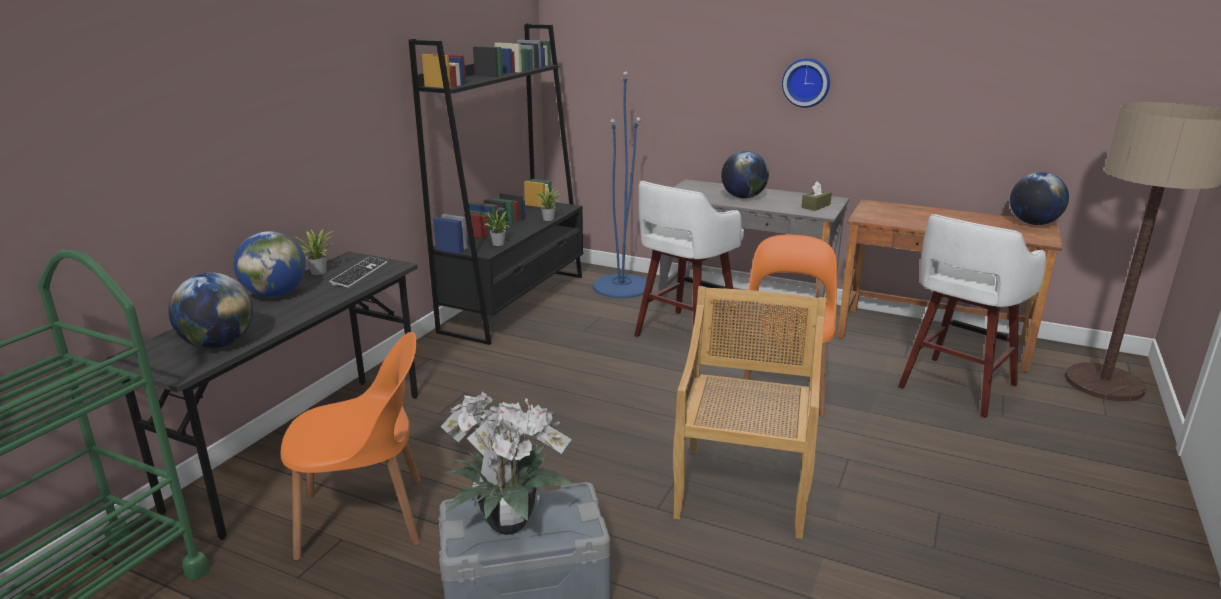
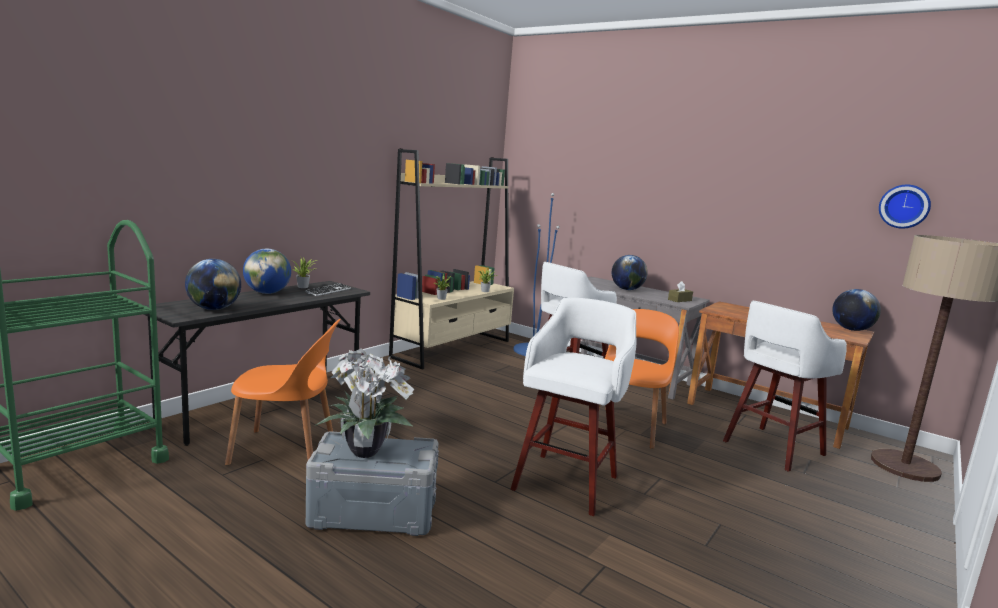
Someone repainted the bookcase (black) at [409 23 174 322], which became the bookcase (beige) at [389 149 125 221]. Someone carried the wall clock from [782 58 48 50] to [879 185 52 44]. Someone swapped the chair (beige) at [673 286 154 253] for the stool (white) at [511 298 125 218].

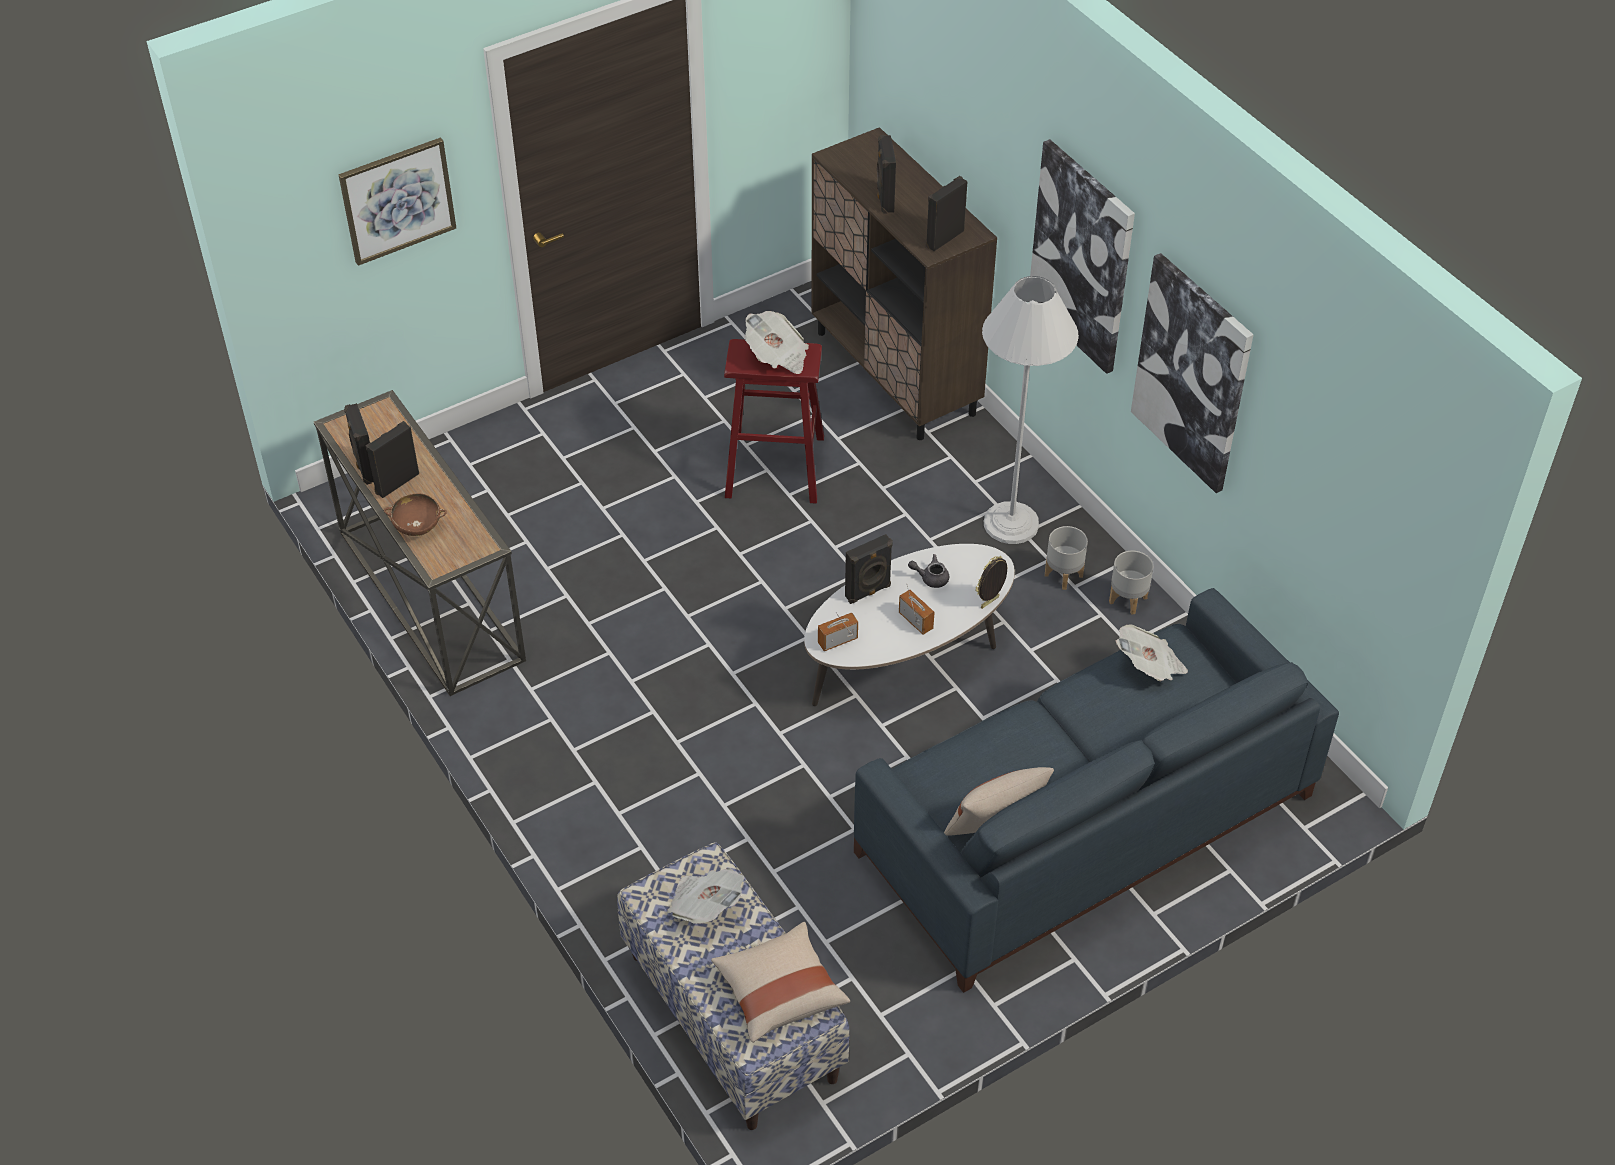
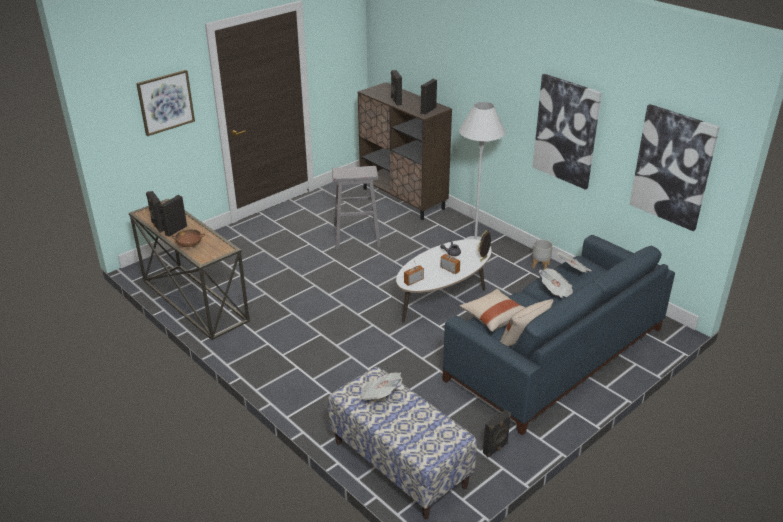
Someone carried the picture from [1030 139 105 235] to [630 104 90 127]. Someone carried the newspaper from [744 311 65 63] to [539 268 34 30]. Someone repainted the stool (red) at [724 339 100 165], which became the stool (grey) at [332 166 49 83]. Someone took away the planter (grey) at [1045 526 43 64]. Someone carried the speaker (black) from [845 534 48 70] to [483 410 28 47]. Someone carried the pillow (beige) from [711 922 139 121] to [459 289 66 43].

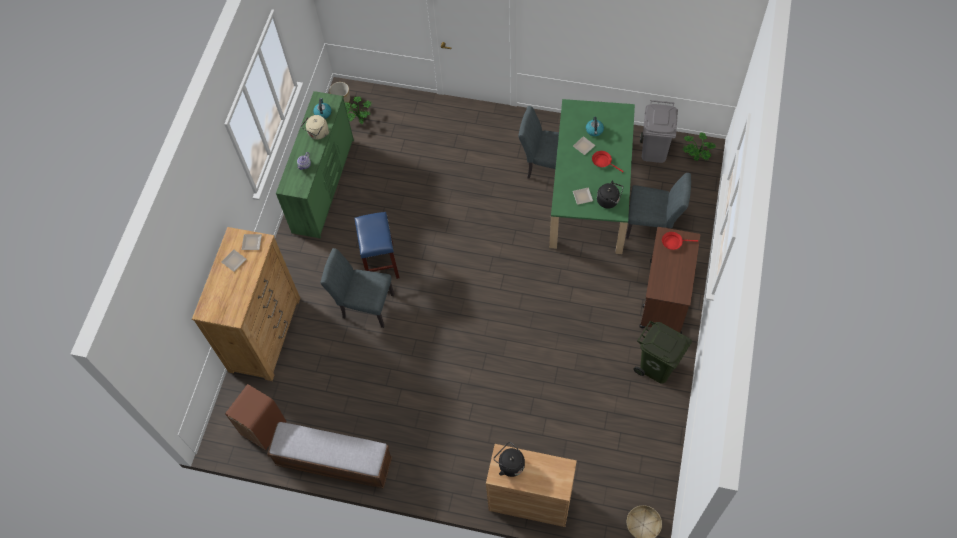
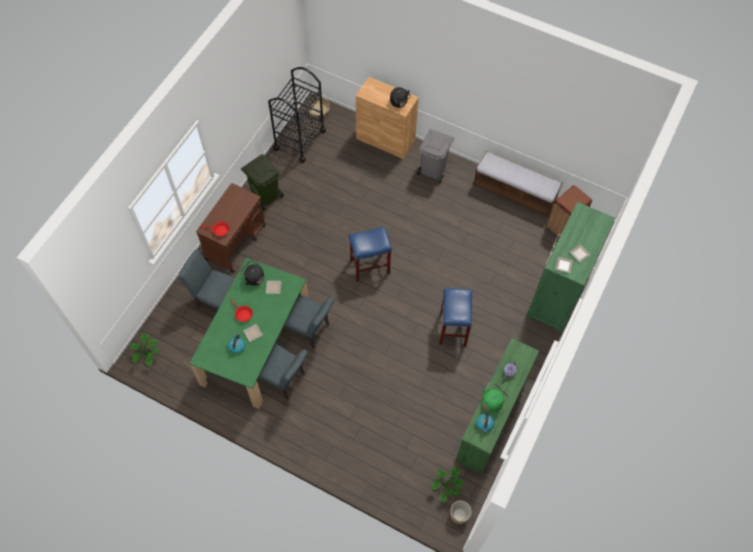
Someone carried the trash can (grey) from [640 100 38 63] to [417 129 37 54]. Someone repainted the kettle (beige) at [301 115 28 25], which became the kettle (green) at [482 384 27 28]. Someone repainted the dresser (brown) at [192 227 108 154], which became the dresser (green) at [526 202 89 131]. Someone carried the chair (grey) from [321 248 73 80] to [281 293 54 56]. Someone put down the cart (black) at [268 67 58 96]. Someone put down the stool (blue) at [349 226 43 56].

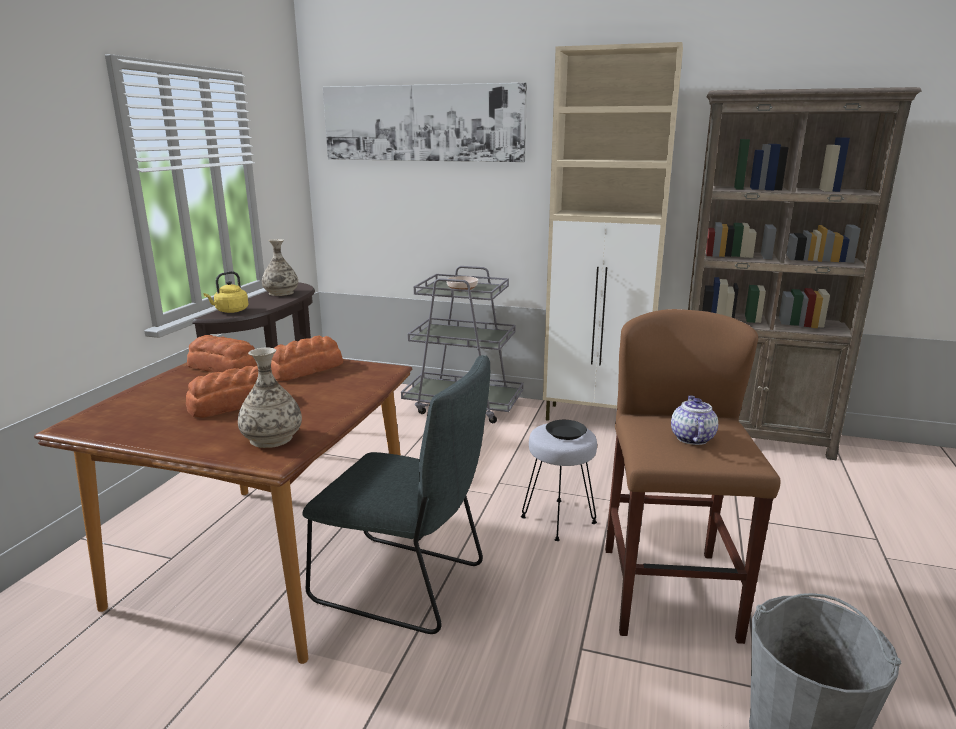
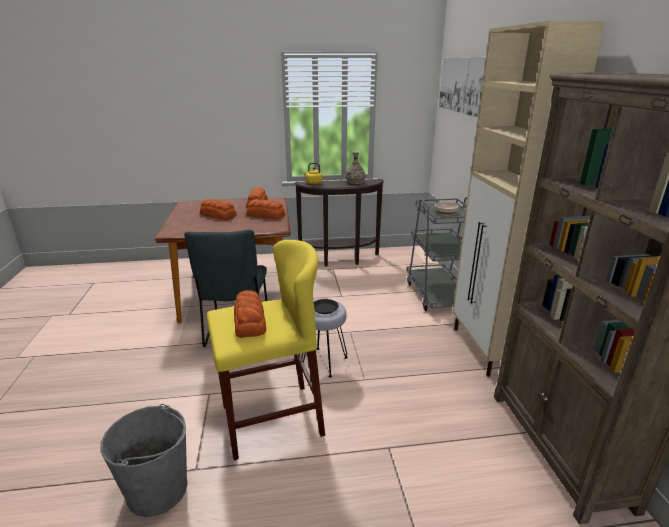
Someone repainted the stool (brown) at [605 309 176 335], which became the stool (yellow) at [207 240 118 220]. Someone took away the vase at [238 347 64 101]. Someone swapped the teapot at [671 395 47 50] for the bread at [234 290 32 48].

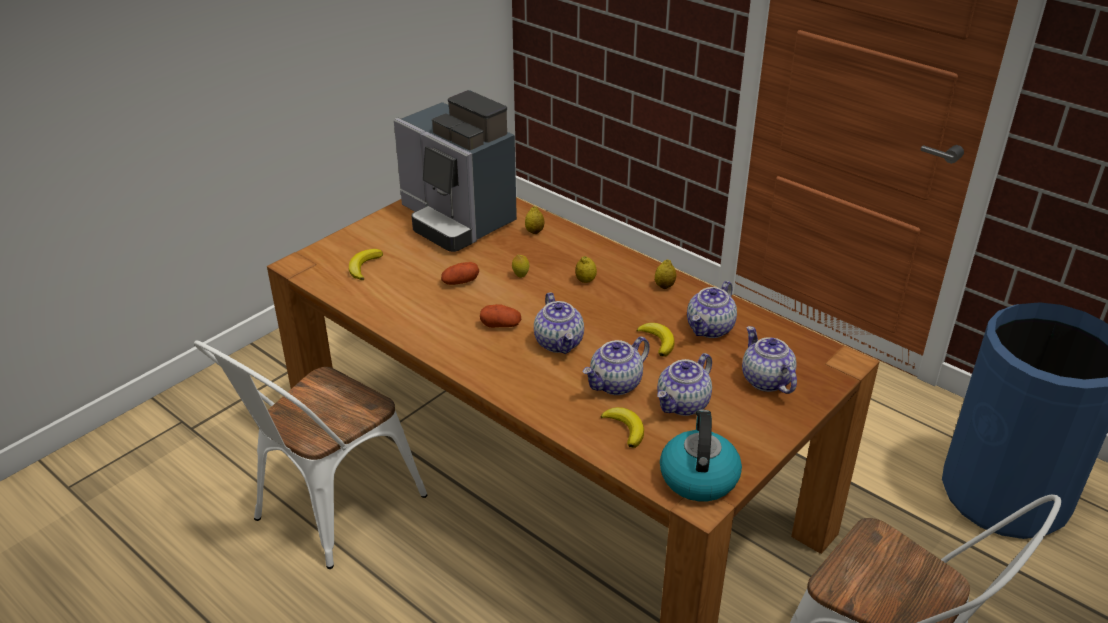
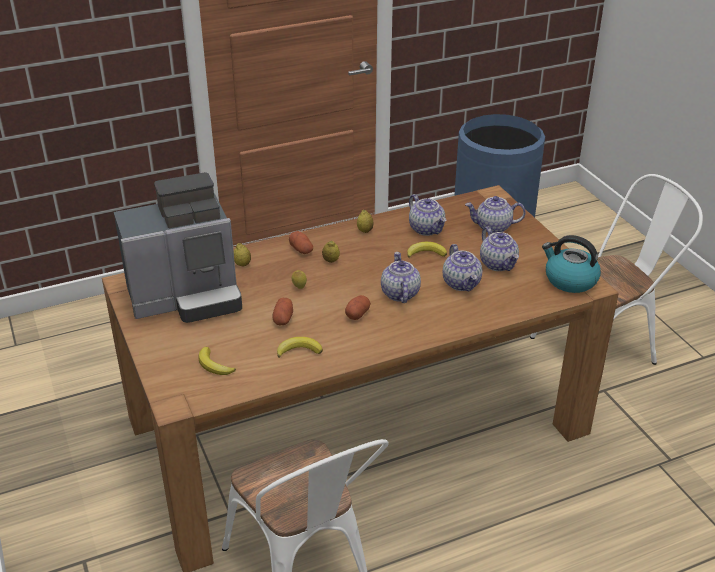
Someone rotated the teapot at [534 292 50 62] by 105 degrees counterclockwise. Someone carried the banana from [601 407 43 41] to [277 337 46 21]. Someone put down the potato at [289 231 24 23].

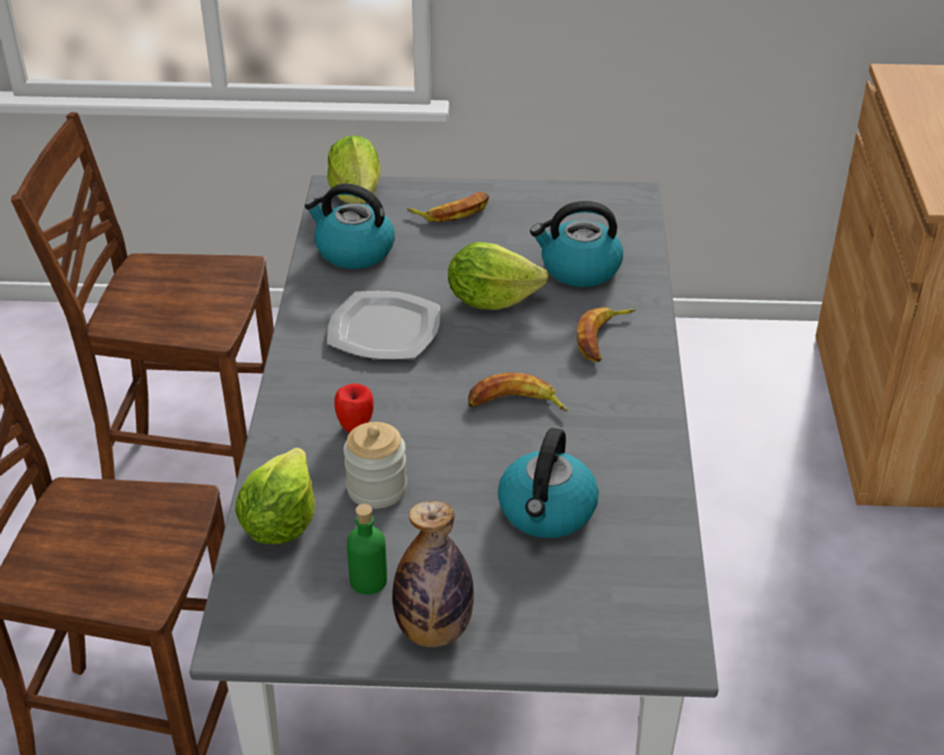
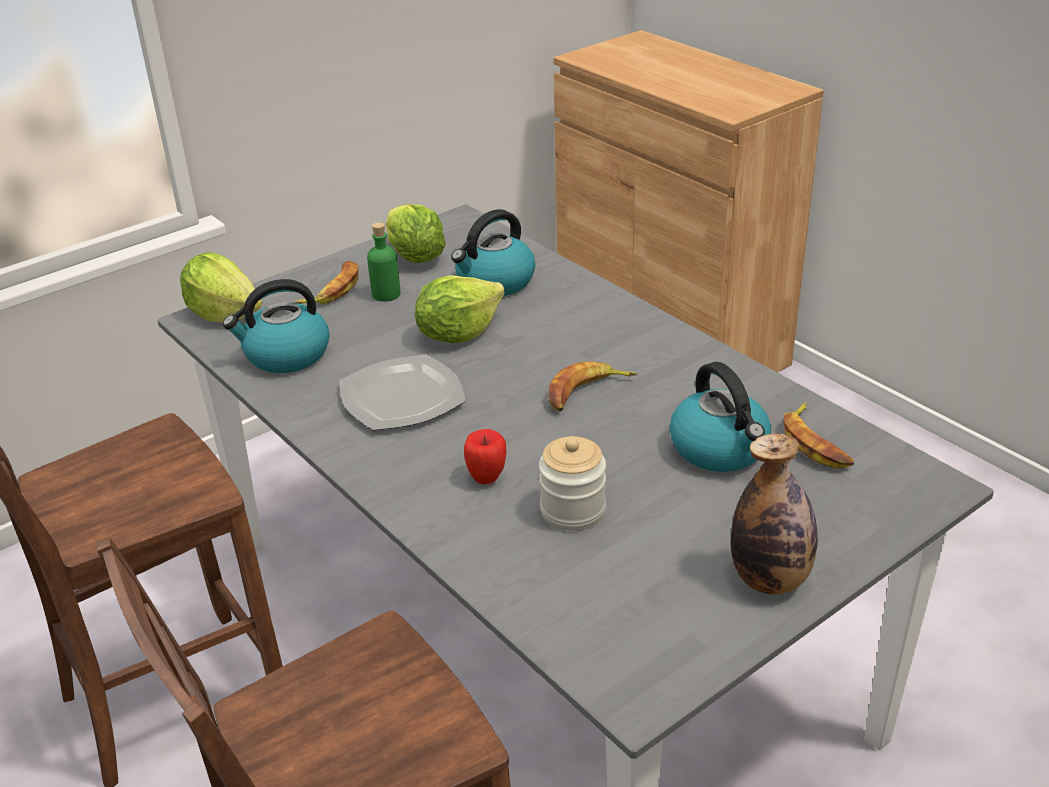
Someone carried the banana from [577 307 58 55] to [783 402 71 67]. Someone carried the lettuce from [235 448 80 96] to [385 204 61 59]. Someone carried the bottle (green) from [347 504 40 91] to [367 222 34 80].

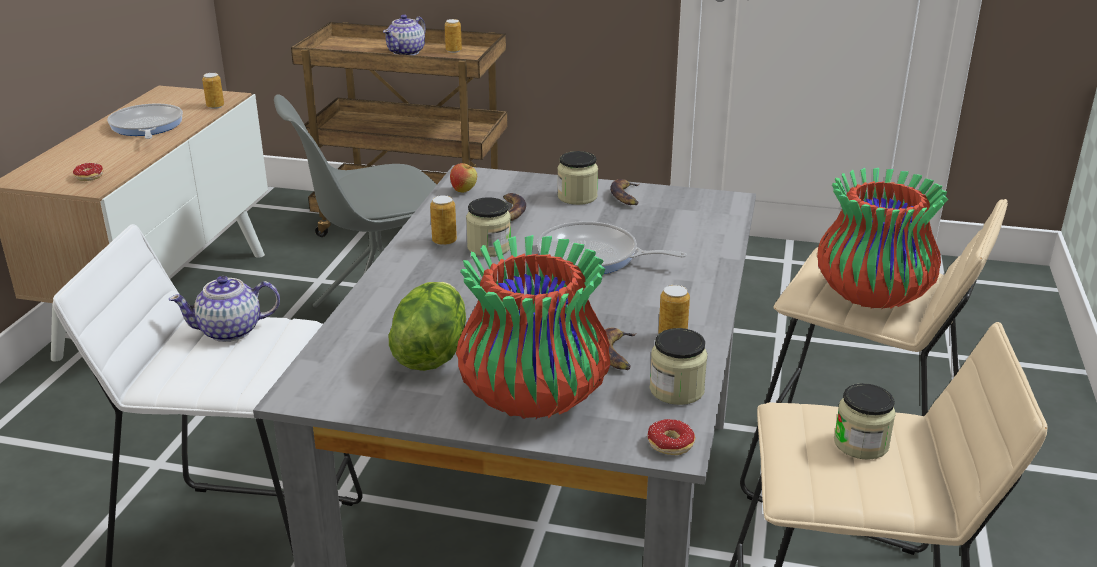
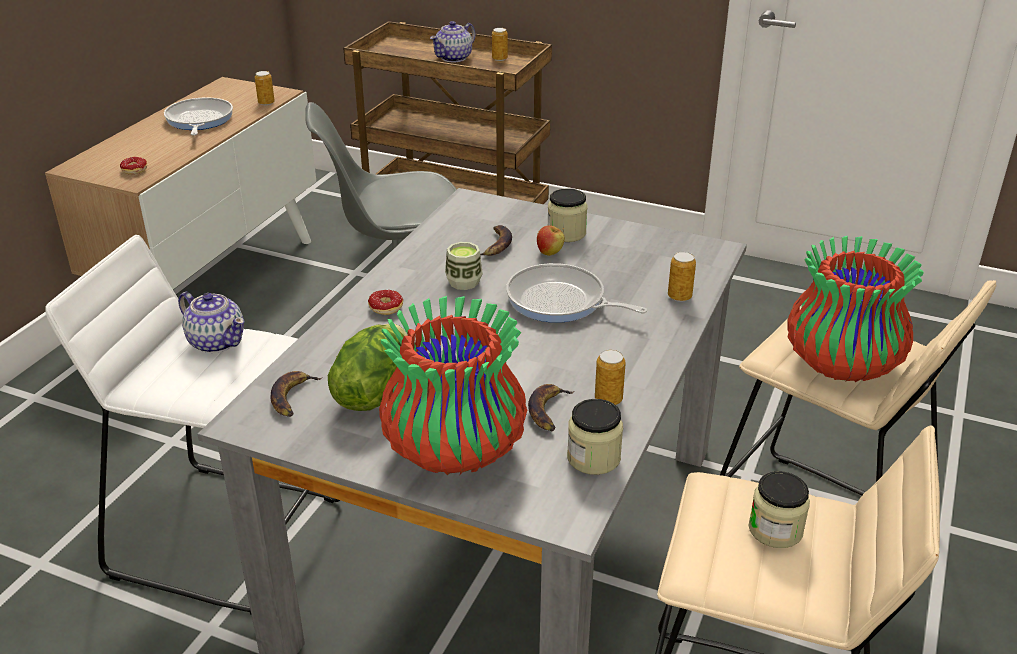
Someone carried the apple from [450 163 27 30] to [537 225 28 31]. Someone carried the banana from [610 179 30 26] to [270 371 53 46]. Someone carried the can from [430 195 27 51] to [668 252 28 50]. Someone swapped the jar at [466 197 45 60] for the cup at [445 242 38 48]. Someone rotated the teapot at [169 276 111 66] by 135 degrees counterclockwise. Someone carried the donut from [648 419 47 38] to [368 290 35 25].

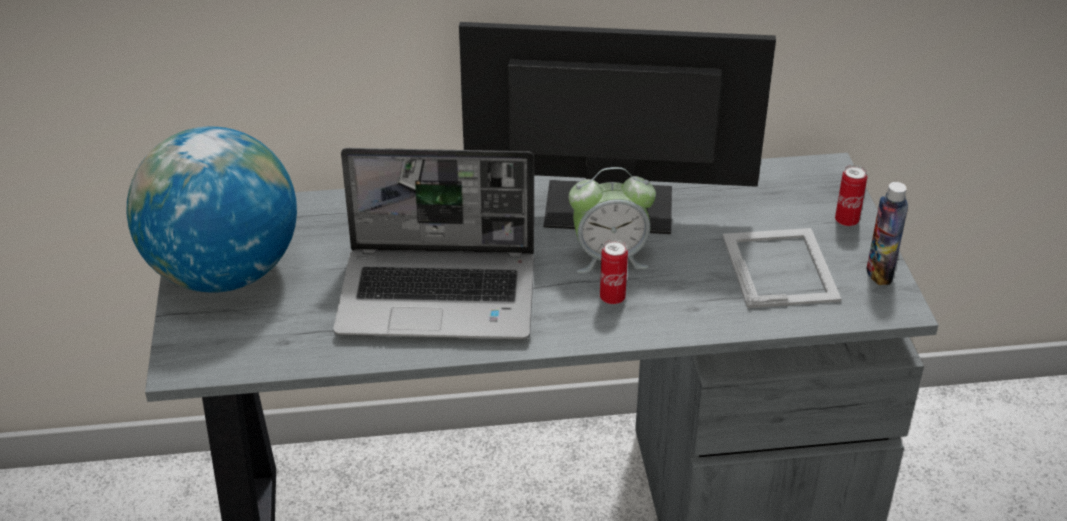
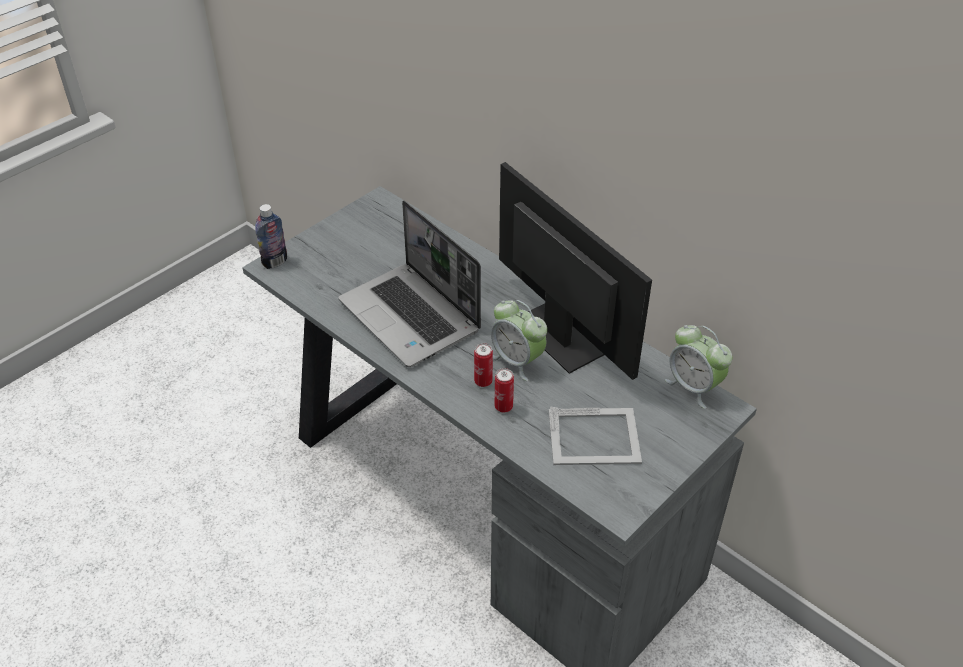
Someone took away the globe at [127 127 170 166]. Someone carried the can from [835 165 32 62] to [495 368 19 45]. Someone carried the bottle from [867 182 41 103] to [255 204 32 65]. Someone rotated the picture frame at [723 228 118 80] by 45 degrees clockwise. Someone put down the alarm clock at [665 325 67 84].

